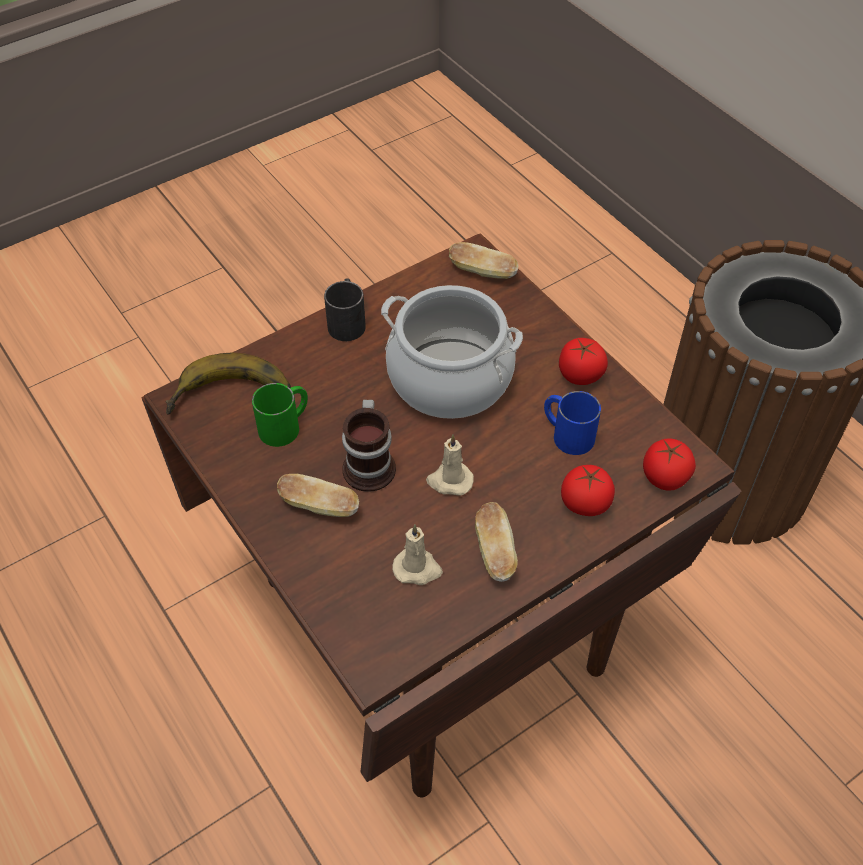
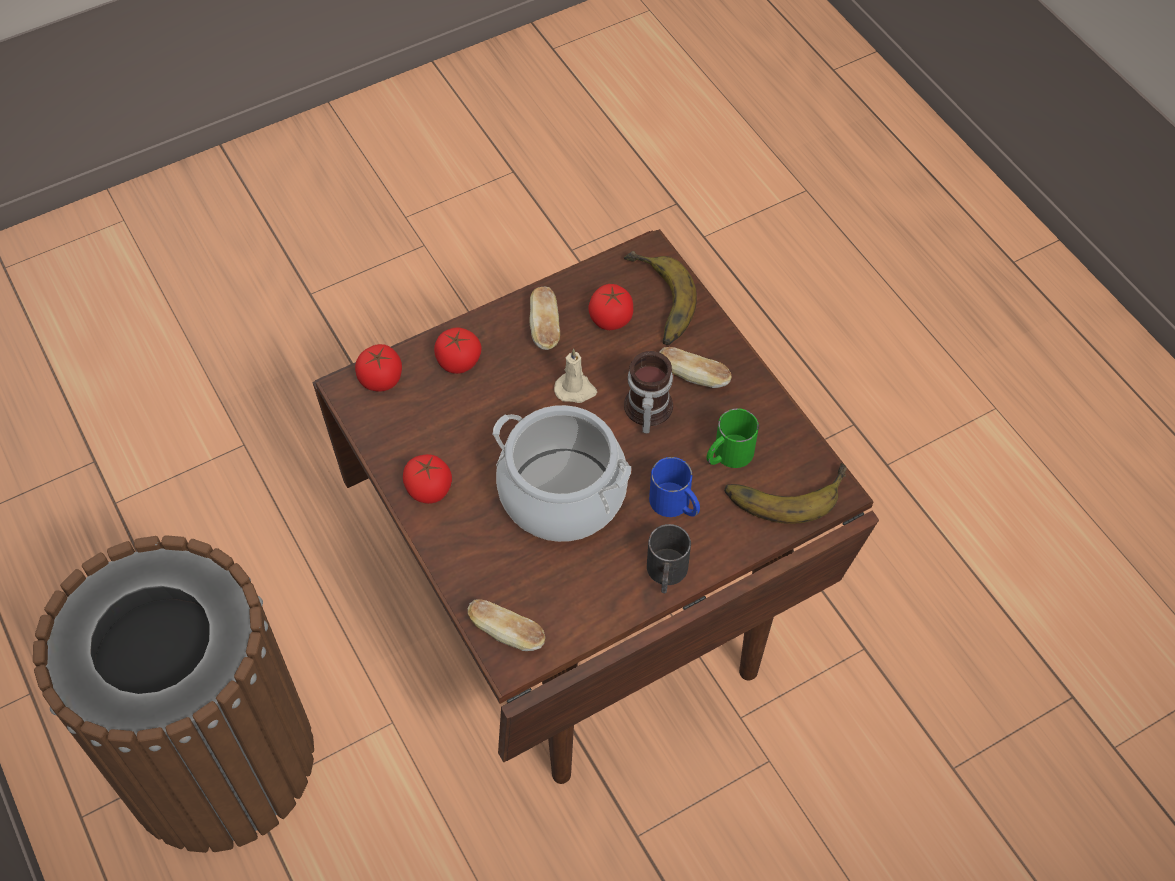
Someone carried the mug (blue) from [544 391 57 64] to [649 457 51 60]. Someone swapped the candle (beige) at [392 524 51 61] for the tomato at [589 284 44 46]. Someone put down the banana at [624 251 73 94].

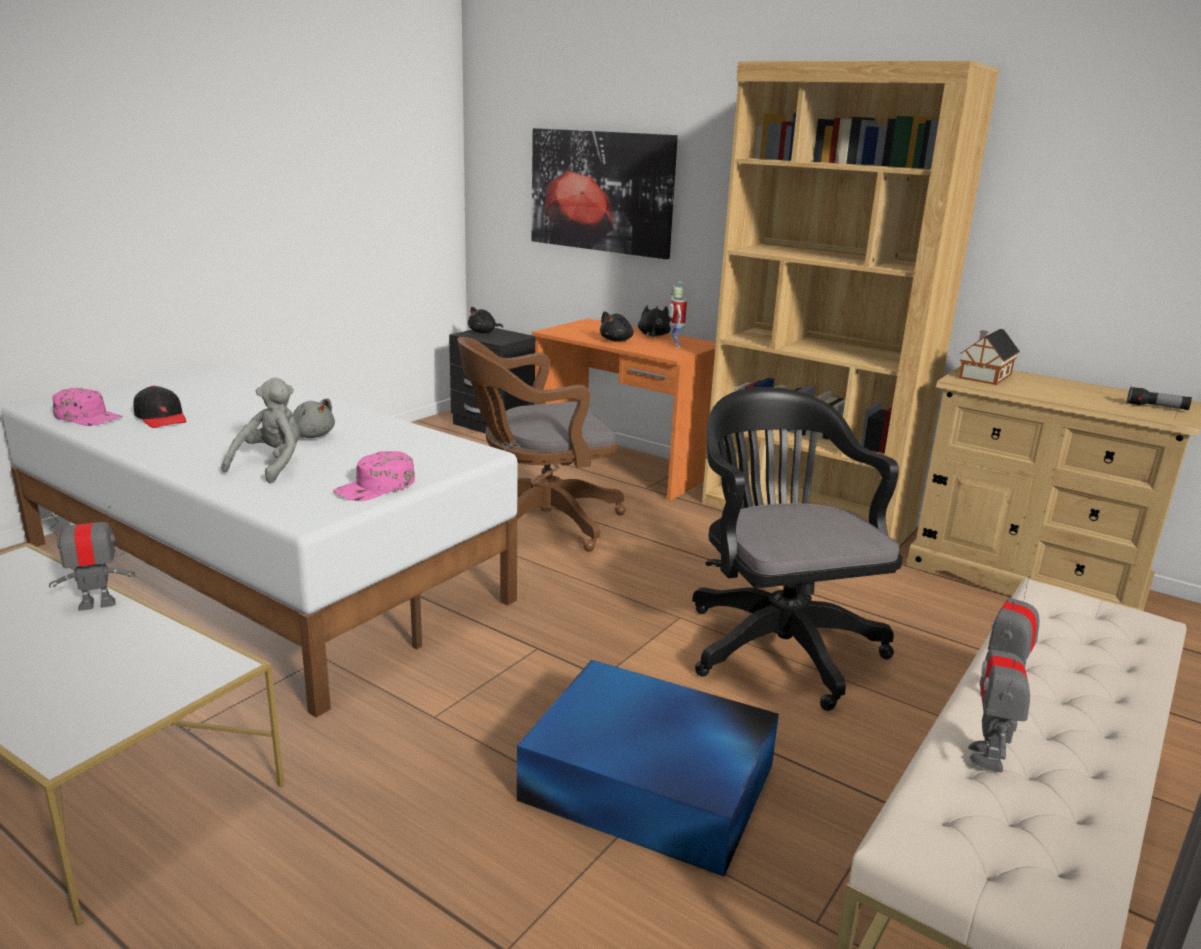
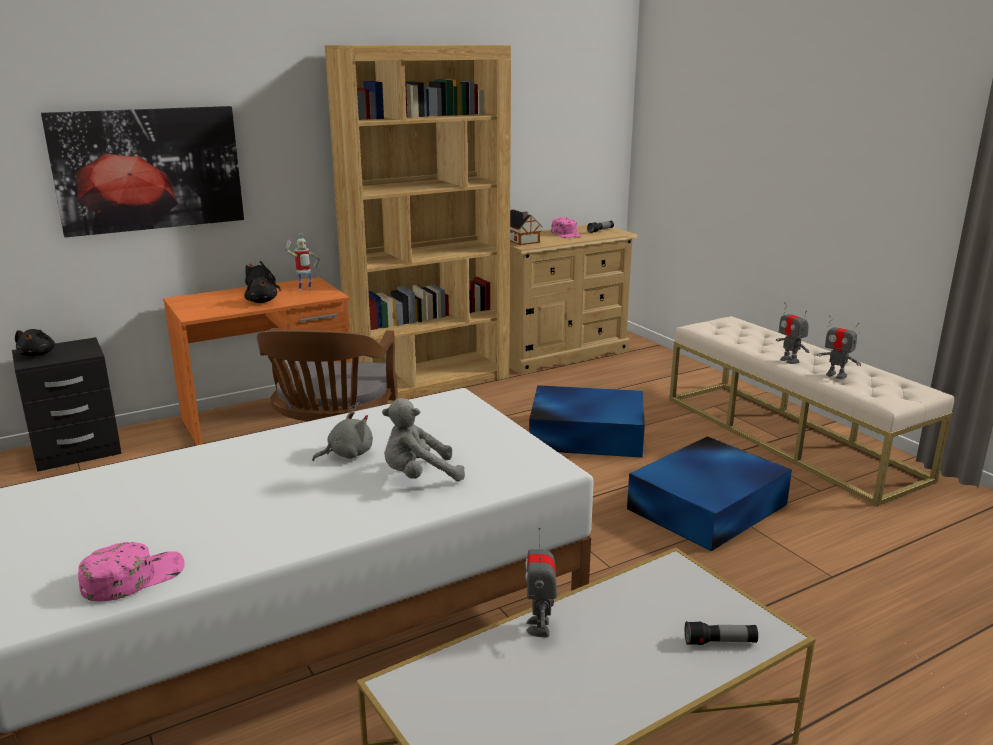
Someone rotated the toy robot at [669 282 18 66] by 45 degrees counterclockwise. Someone rotated the plush toy (grey) at [222 378 78 105] by 60 degrees counterclockwise. Someone took away the cap (black) at [134 385 52 43]. Someone swapped the office chair (black) at [692 387 211 324] for the storage box (blue) at [529 385 116 73]. Someone carried the cap (pink) from [333 451 82 50] to [551 217 33 21]. Someone put down the flashlight at [685 621 73 24].

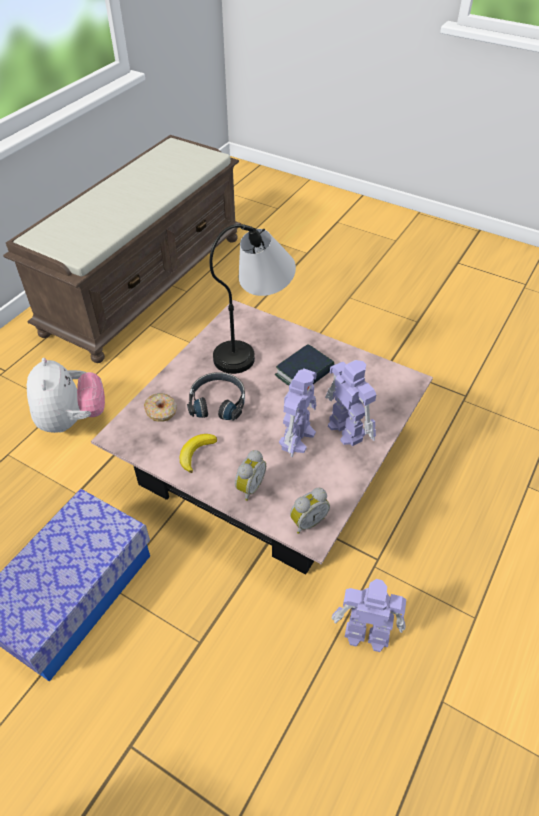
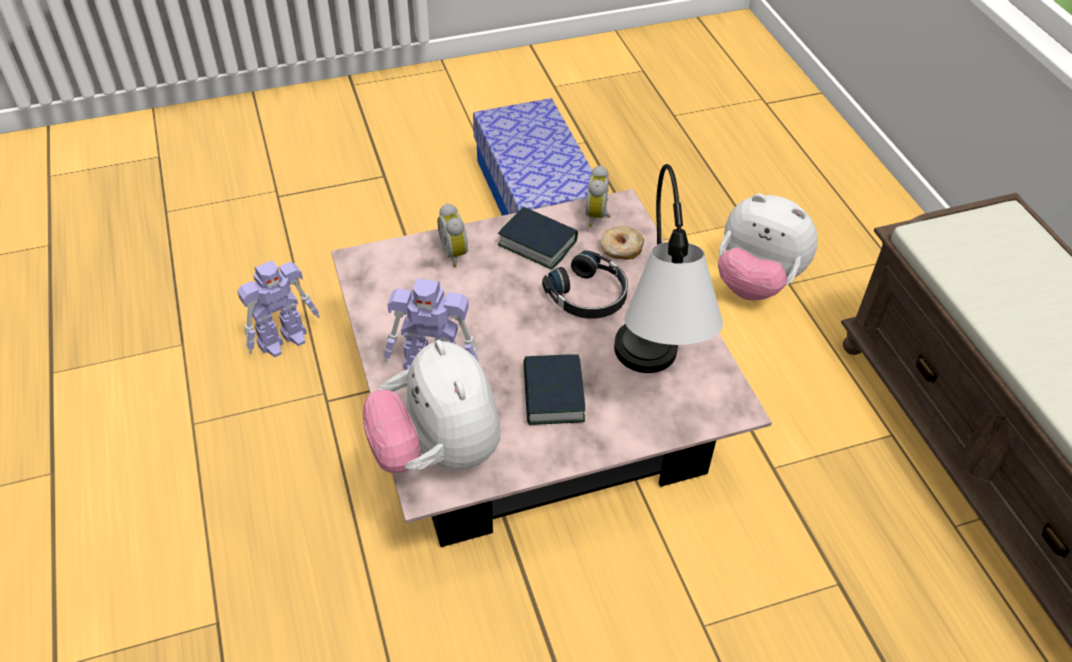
Someone took away the toy robot at [279 368 38 89]. Someone swapped the banana at [180 434 37 39] for the book at [498 207 80 63]. Someone carried the alarm clock from [290 488 40 46] to [586 165 24 62]. Someone put down the plush toy at [363 340 137 133].

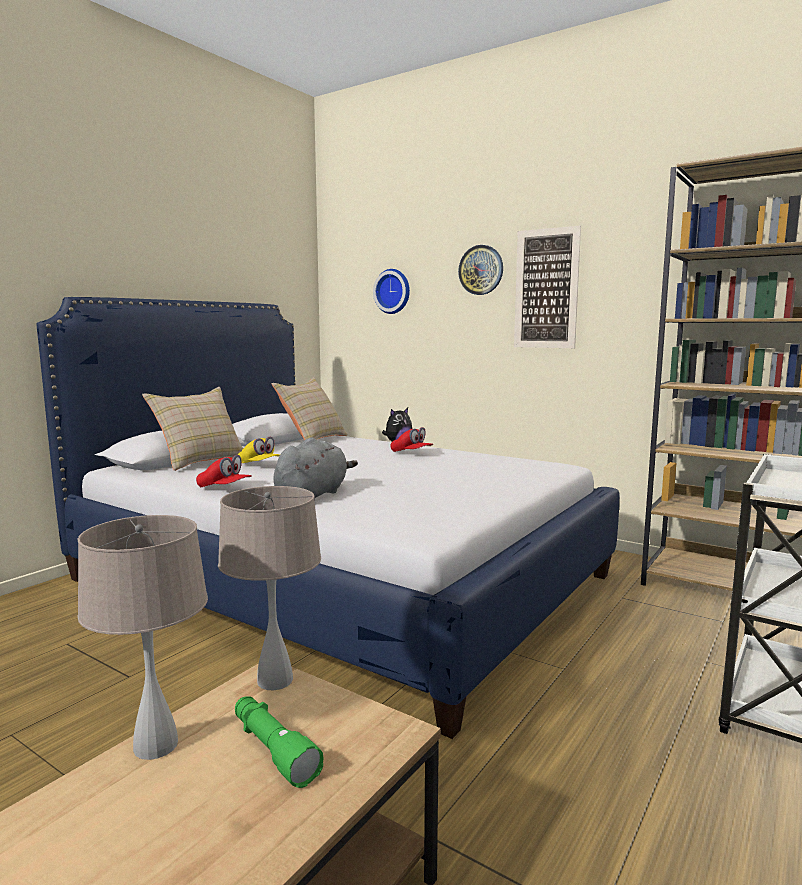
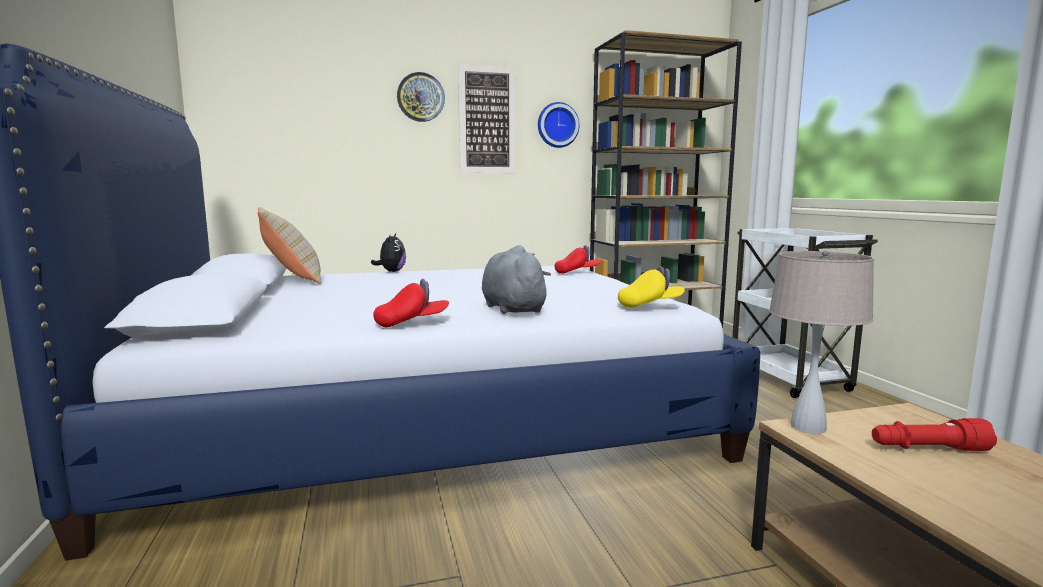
Someone carried the wall clock from [373 269 37 45] to [538 102 41 46]. Someone took away the pillow (beige) at [142 387 101 84]. Someone carried the cap (red) from [391 427 42 25] to [555 245 46 29]. Someone carried the cap (yellow) from [238 437 42 26] to [618 266 67 42]. Someone took away the table lamp (beige) at [78 515 130 245]. Someone repainted the flashlight (green) at [235 696 89 92], which became the flashlight (red) at [872 418 125 33].

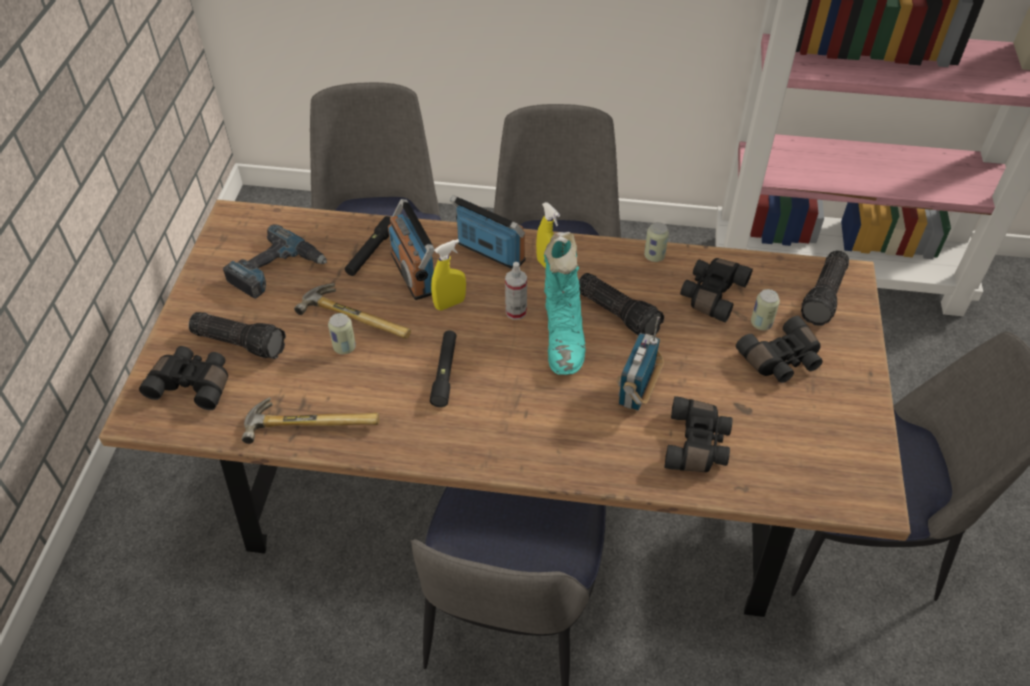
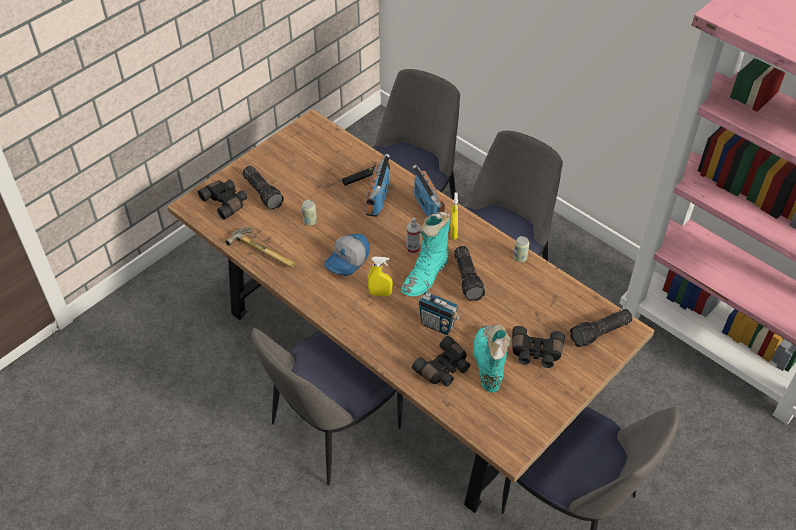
Someone took away the power drill at [223 224 104 75]. Someone carried the spray bottle (yellow) from [431 239 35 71] to [368 257 25 39]. Someone took away the binoculars (black) at [680 258 73 65]. Someone took away the hammer at [294 283 117 56]. Someone took away the can at [751 289 29 41]. Someone rotated the radio at [617 317 47 94] by 120 degrees counterclockwise. Someone swapped the flashlight (black) at [430 331 26 76] for the cap at [324 234 46 42]. Someone put down the boot (turquoise) at [473 324 37 69].

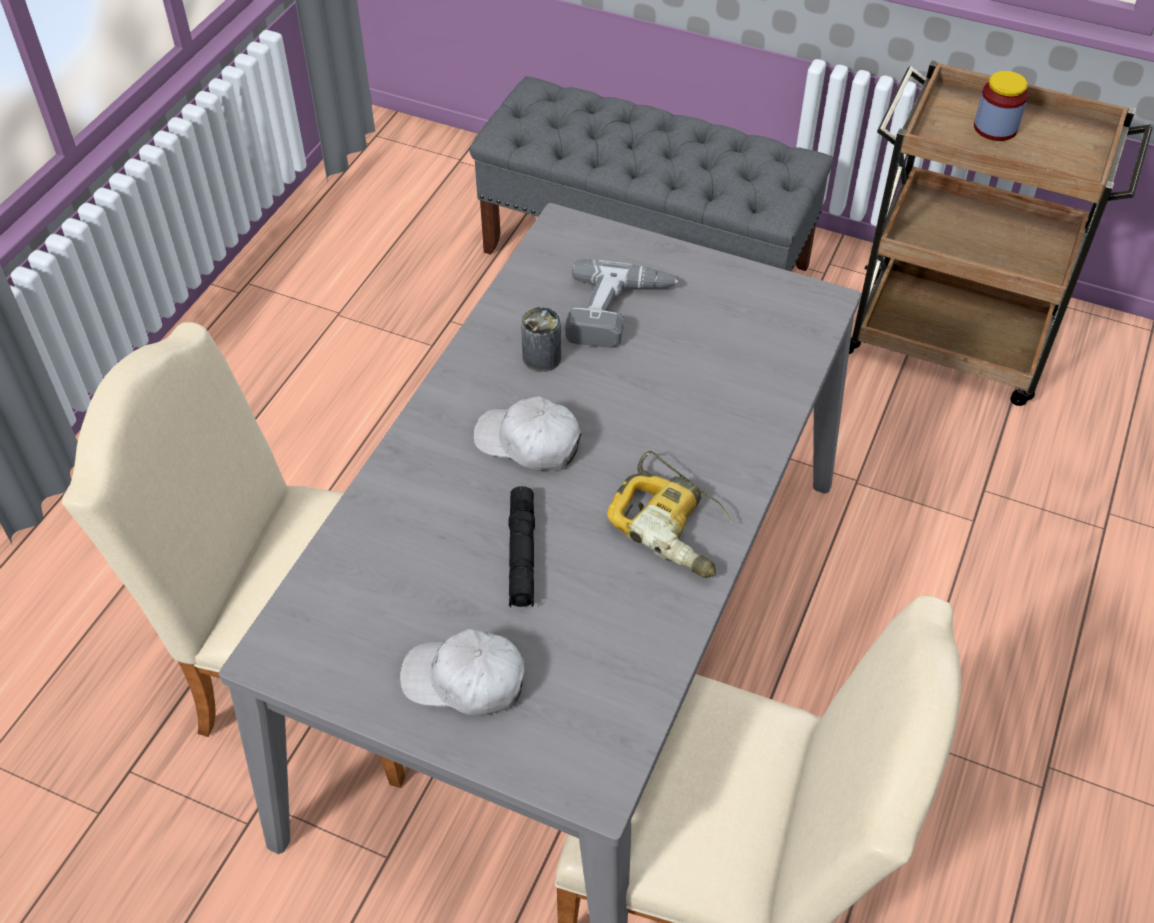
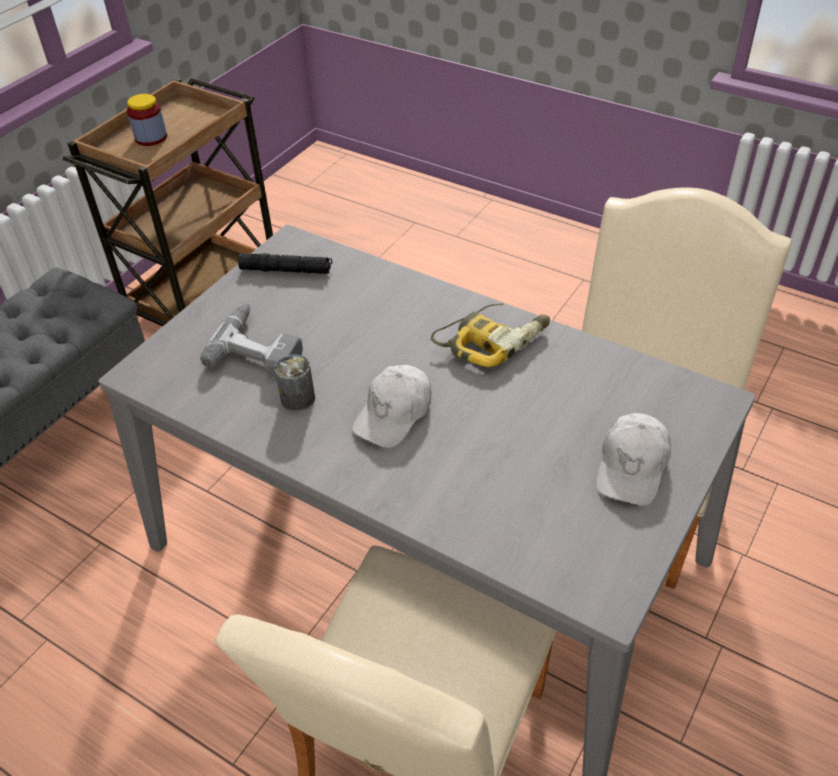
Someone carried the flashlight (black) from [509 486 26 121] to [238 253 94 21].

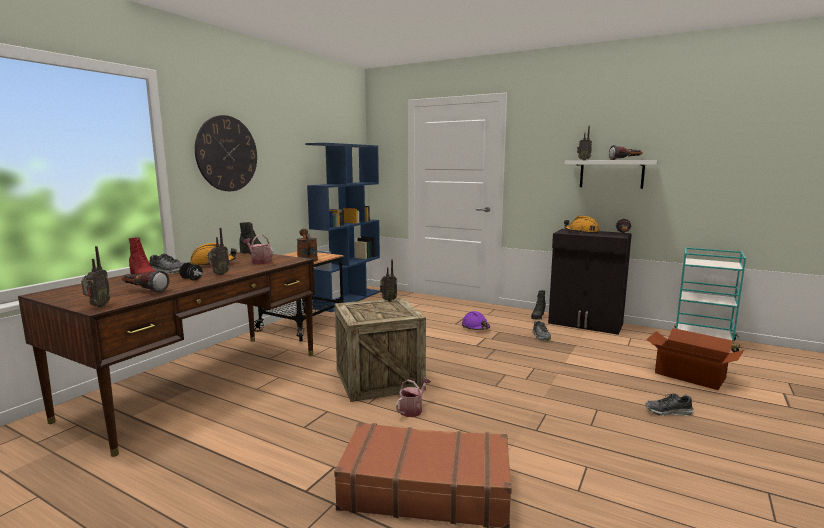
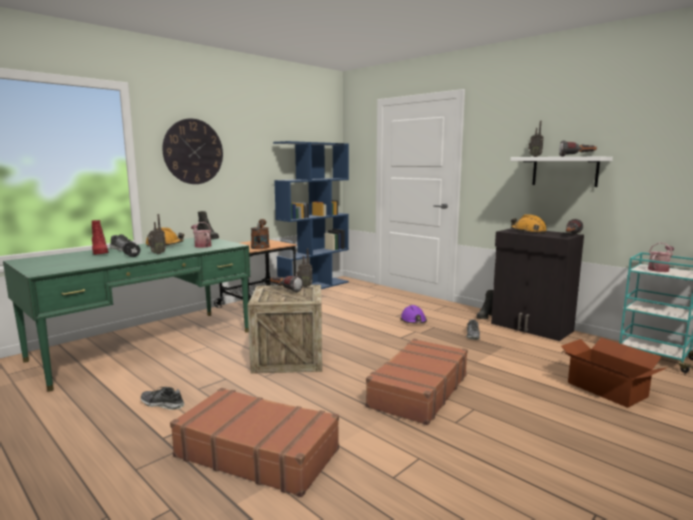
Someone took away the radio at [81 246 29 61]. Someone repainted the desk (brown) at [18 252 297 205], which became the desk (green) at [3 238 247 154]. Someone carried the flashlight from [122 270 47 23] to [270 275 33 18]. Someone carried the watering can from [396 377 35 40] to [648 243 26 29]. Someone carried the shoe from [645 394 49 22] to [140 387 45 23]. Someone put down the suitcase (brown) at [366 339 102 86].

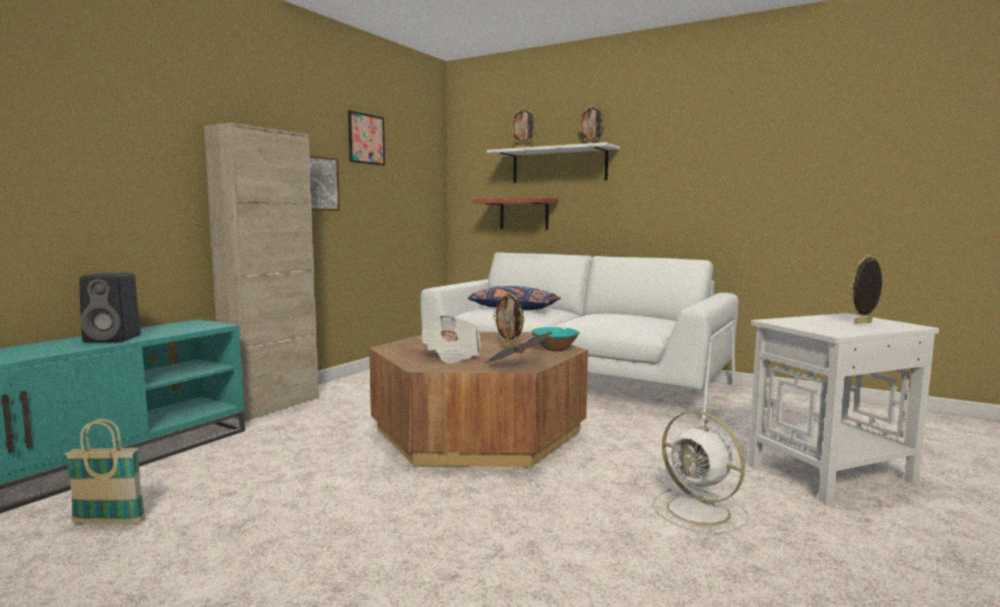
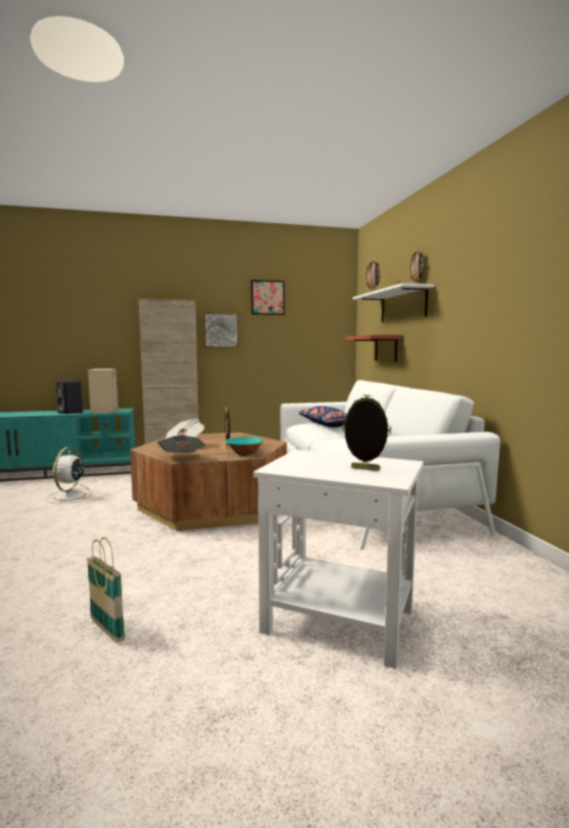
Someone carried the fan (white) from [652 411 98 123] to [45 447 47 56]. Someone carried the basket from [65 419 80 106] to [87 537 38 106]. Someone put down the speaker (beige) at [88 369 30 44].

